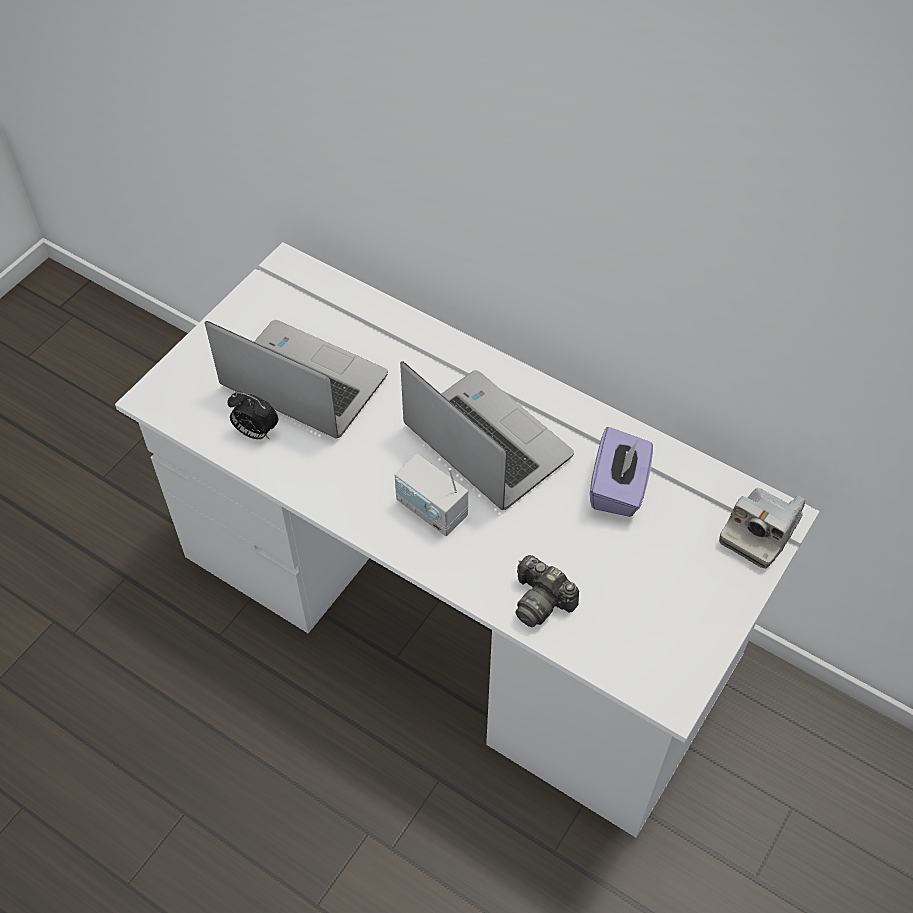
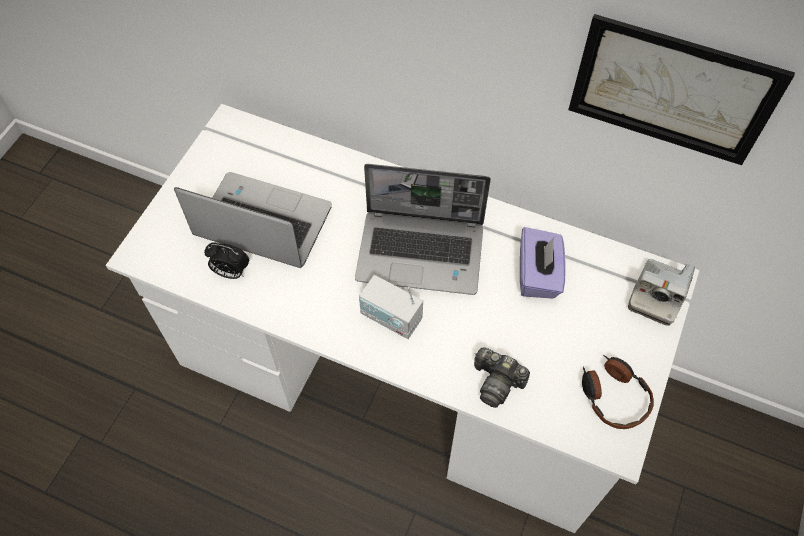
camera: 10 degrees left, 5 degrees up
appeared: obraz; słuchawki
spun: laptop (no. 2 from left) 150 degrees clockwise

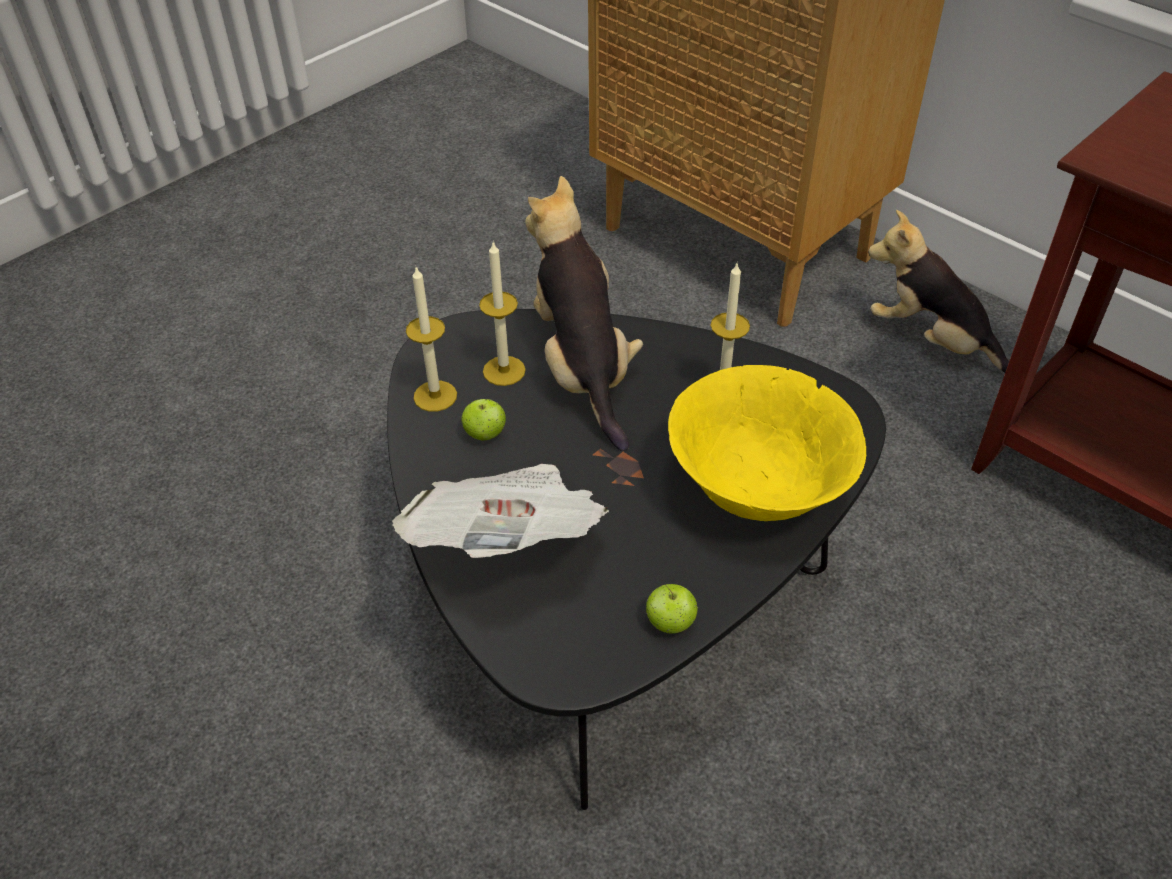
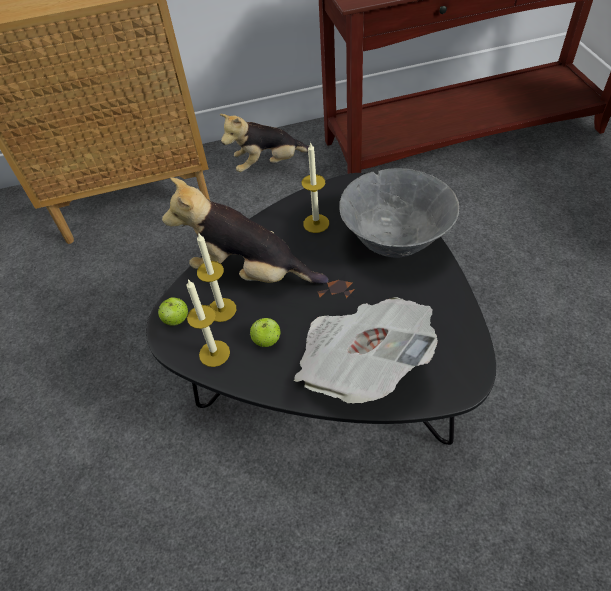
camera: 55 degrees left, 5 degrees up
relocated: jabłko (no. 2 from left in the first image) to jabłko (no. 1 from left)
colour: miska/żółty to miska/szary

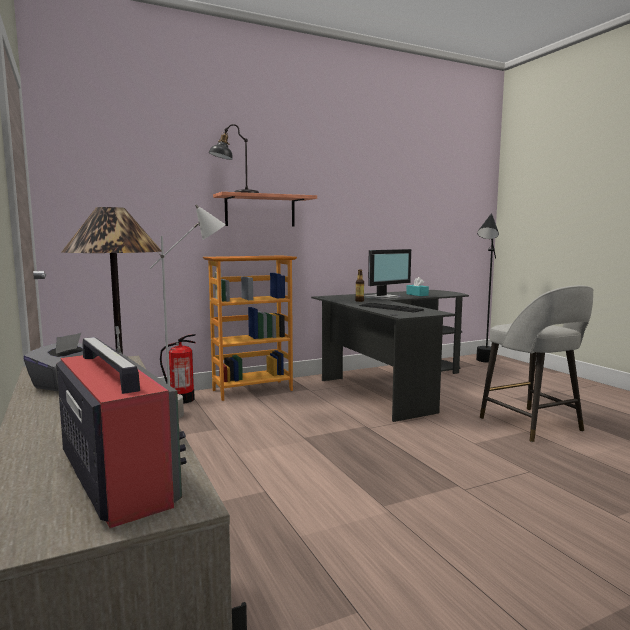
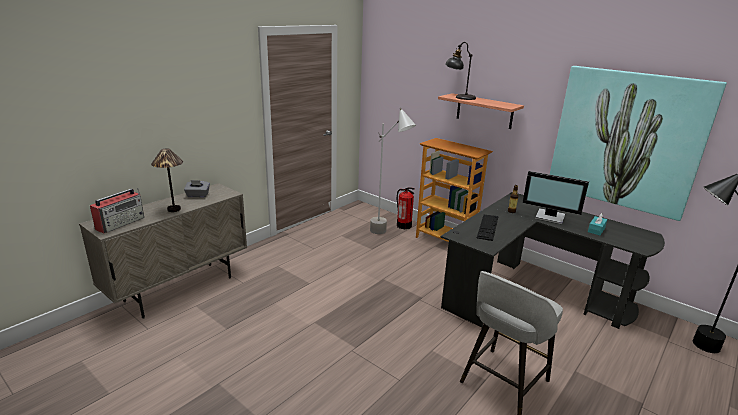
camera: 65 degrees right, 15 degrees up
appeared: obraz

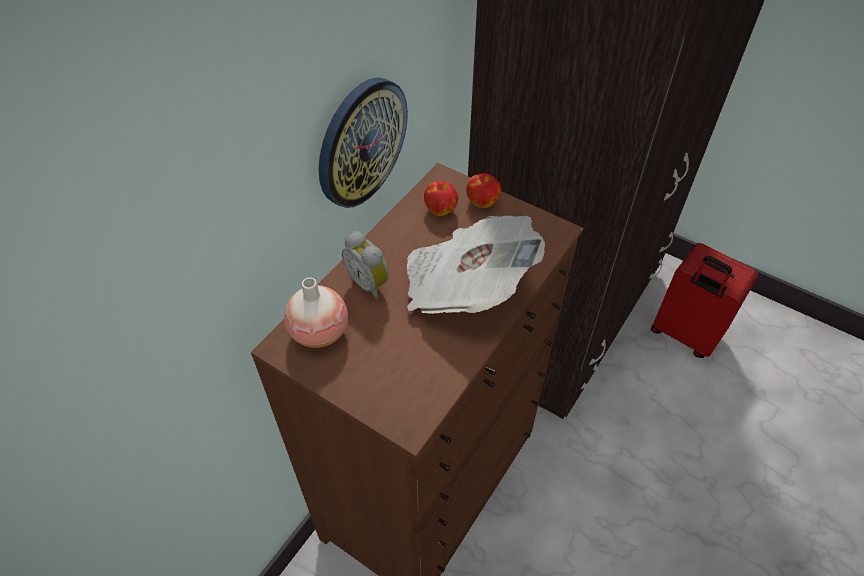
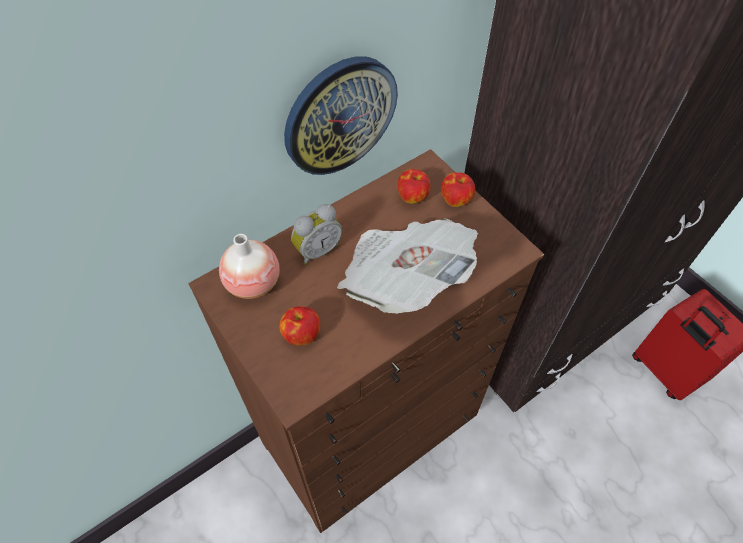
camera: 20 degrees right, 5 degrees up
appeared: jabłko (no. 1 from left)
spun: budzik 105 degrees counterclockwise

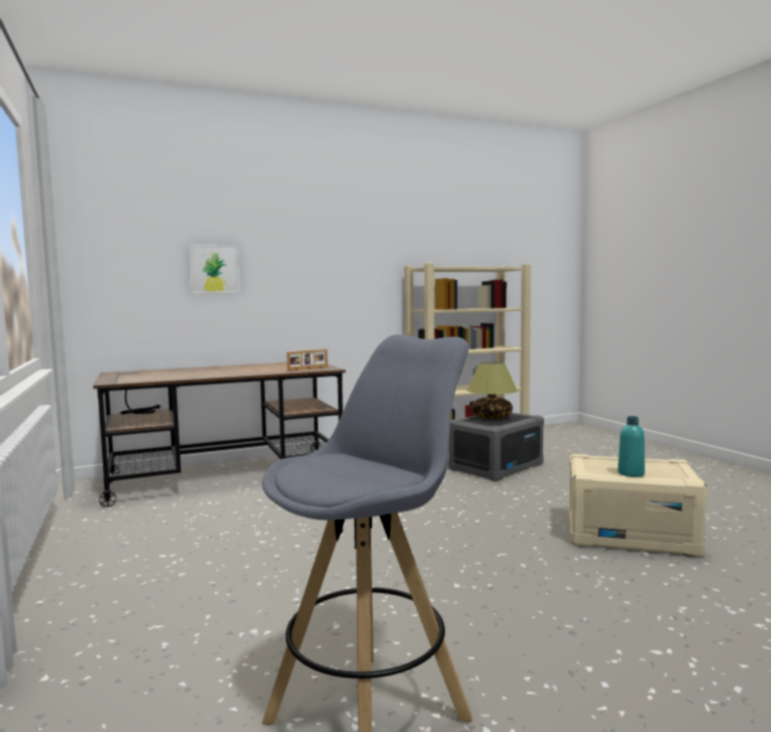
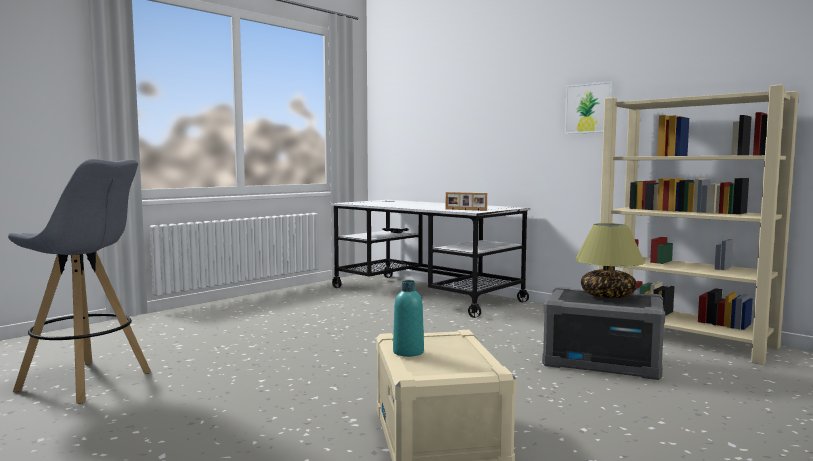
camera: 65 degrees right, 0 degrees up
relocated: obraz
colour: biurko/brązowy to biurko/biały

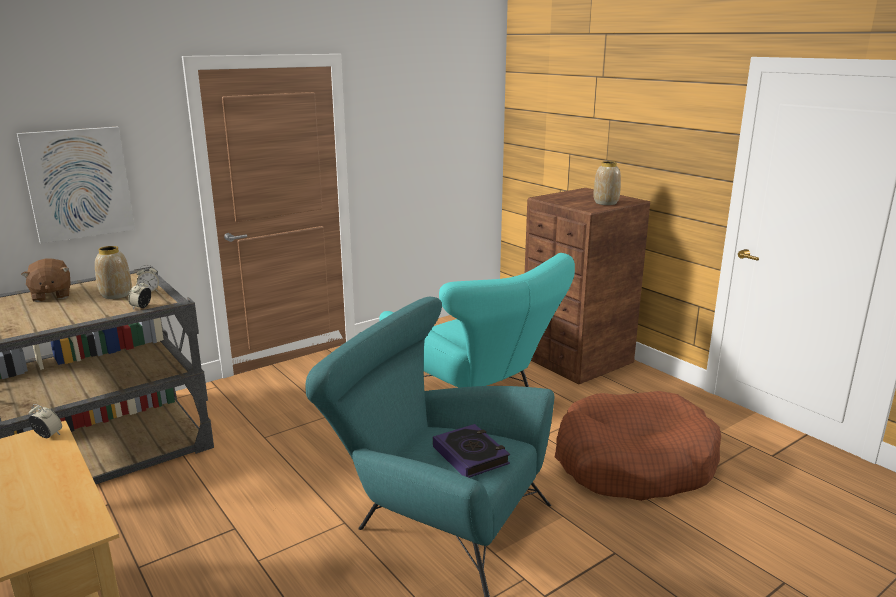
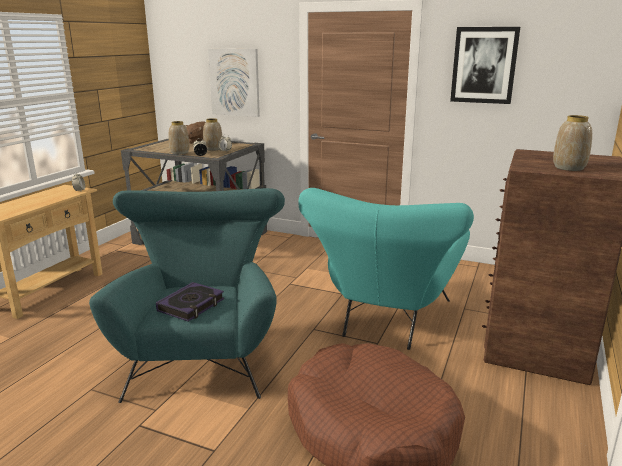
camera: 60 degrees right, 0 degrees up
appeared: obraz (no. 2 from left); wazon (no. 1 from left)

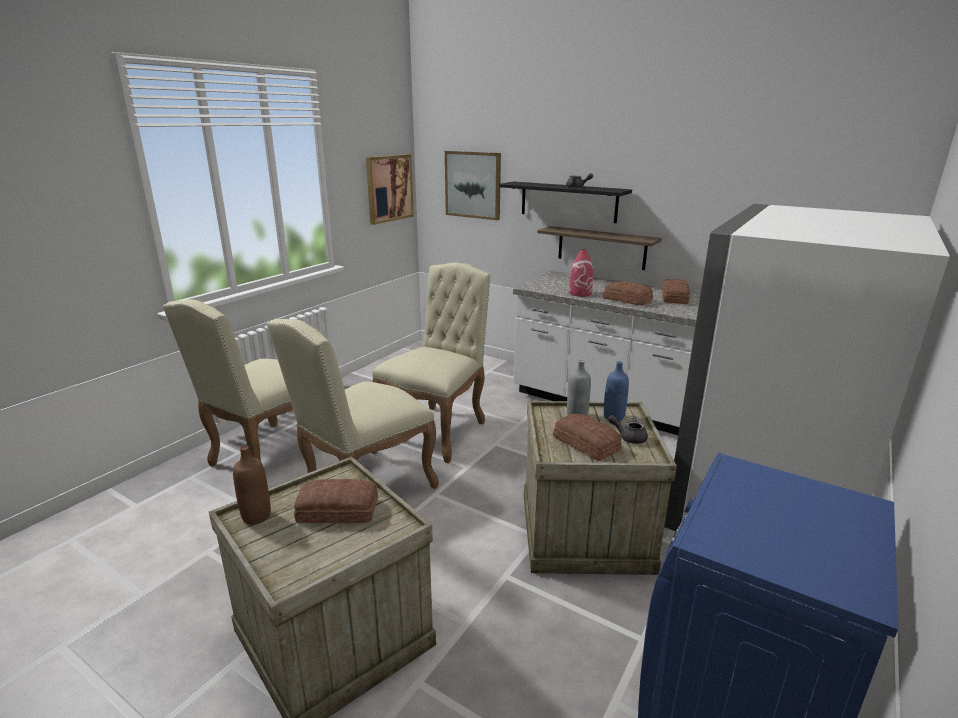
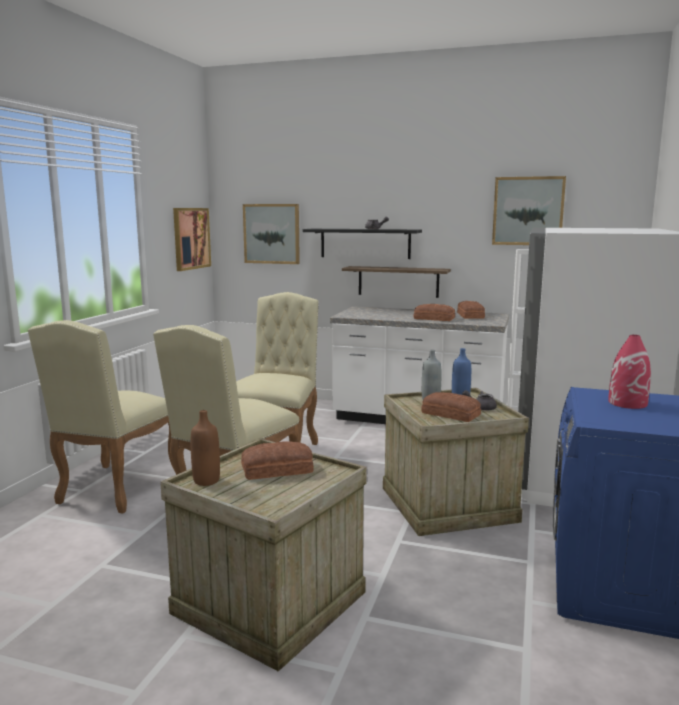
camera: 15 degrees left, 10 degrees down
appeared: obraz (no. 3 from left)
relocated: wazon/czerwony

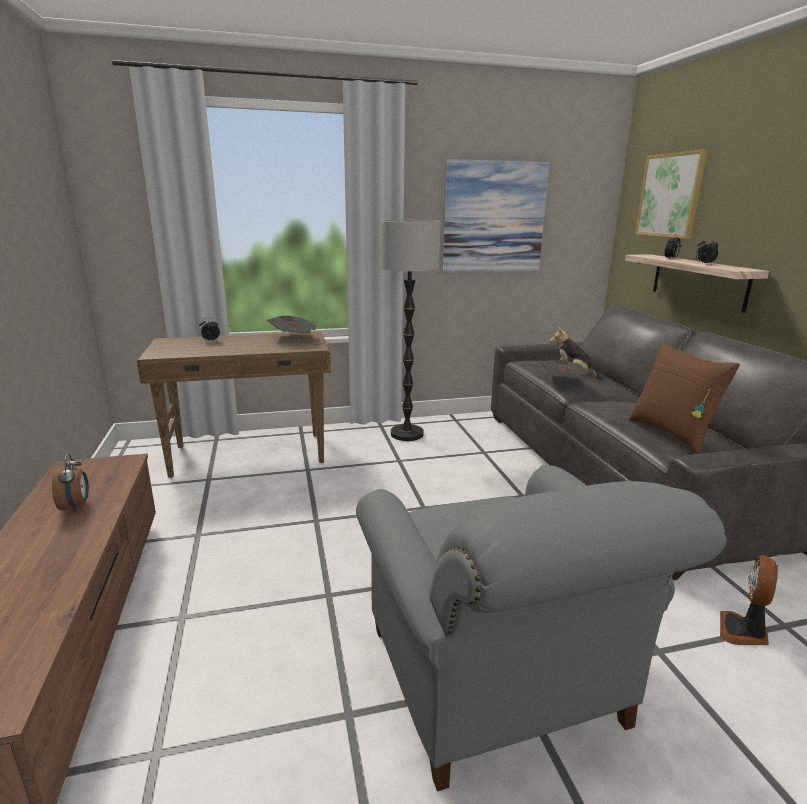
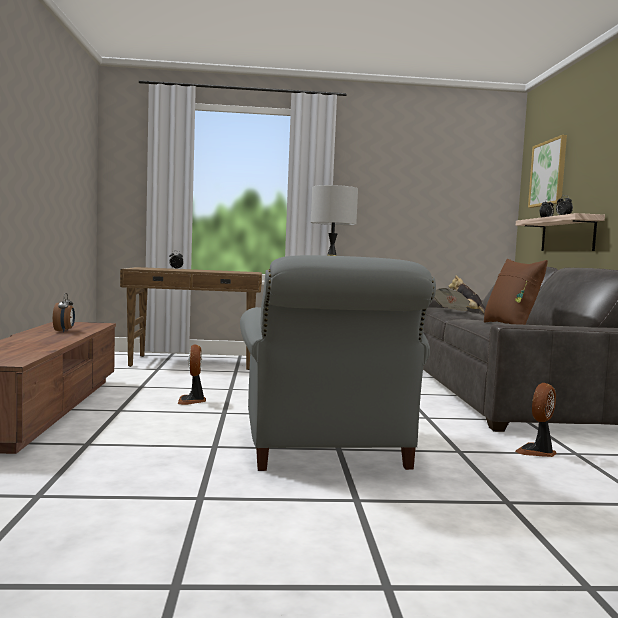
camera: 10 degrees right, 15 degrees down
missing: obraz (no. 1 from left); gazeta (no. 1 from left)
appeared: wentylator (no. 1 from left)

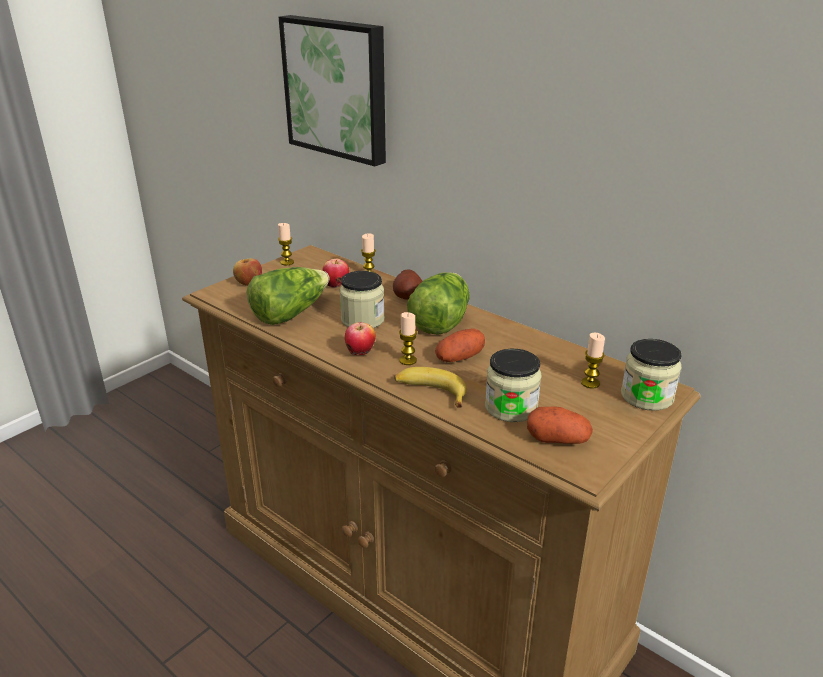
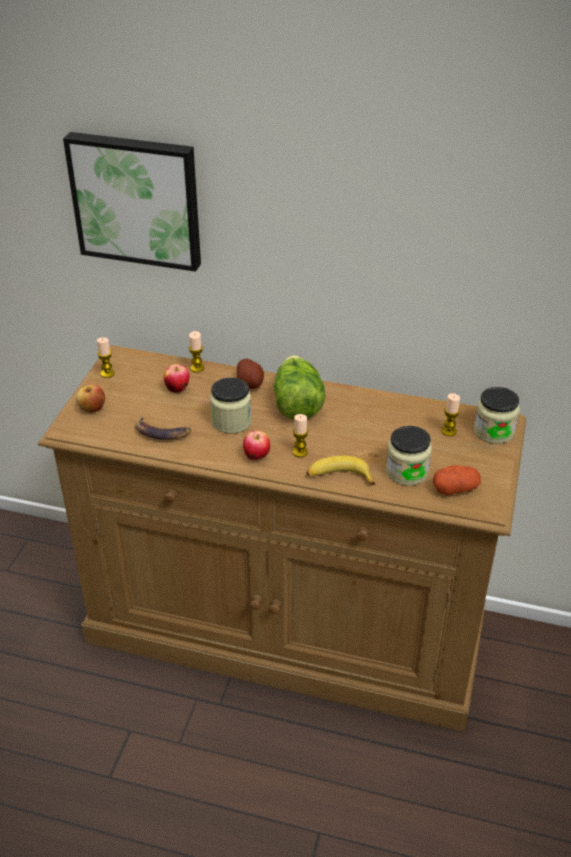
camera: 25 degrees left, 10 degrees up
missing: ziemniak (no. 2 from left)
exchanged: sałata (no. 1 from left) to banan (no. 1 from left)

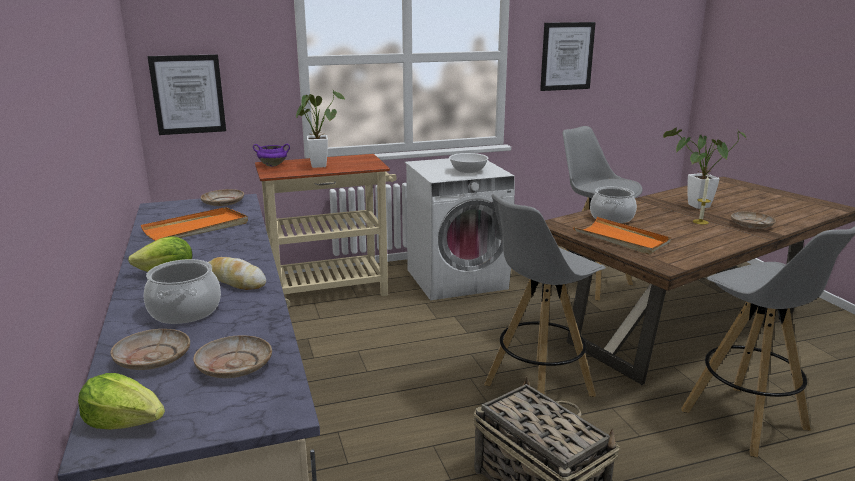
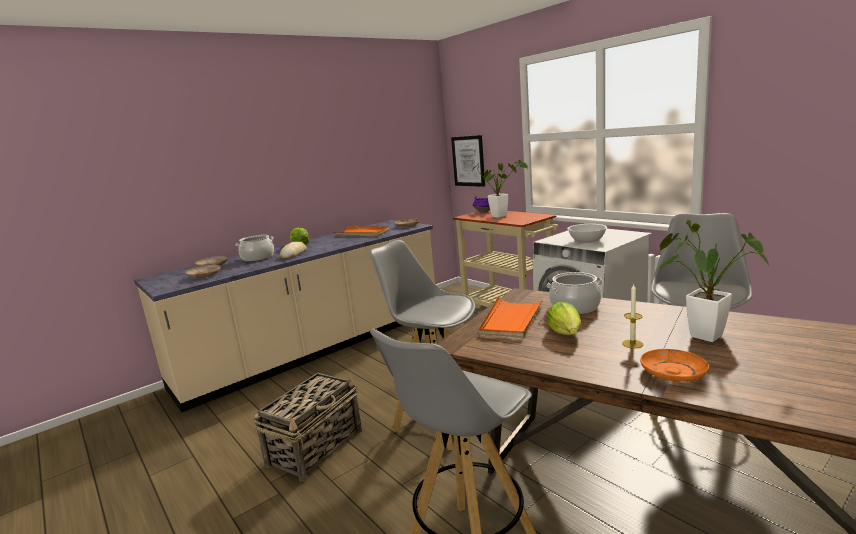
camera: 70 degrees right, 5 degrees down
missing: obraz (no. 2 from left)
relocated: sałata (no. 1 from left in the first image) to sałata (no. 2 from left)
colour: talerz/beżowy (no. 4 from left) to talerz/pomarańczowy

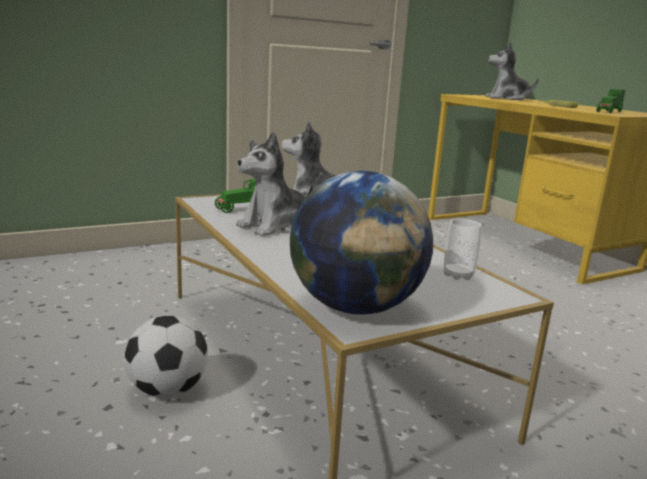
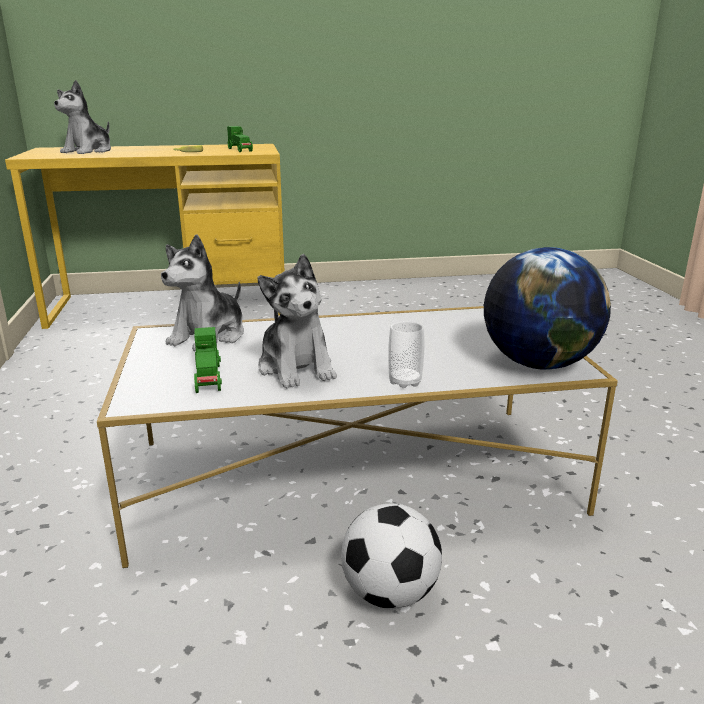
camera: 70 degrees left, 5 degrees up
relocated: filiżanka

